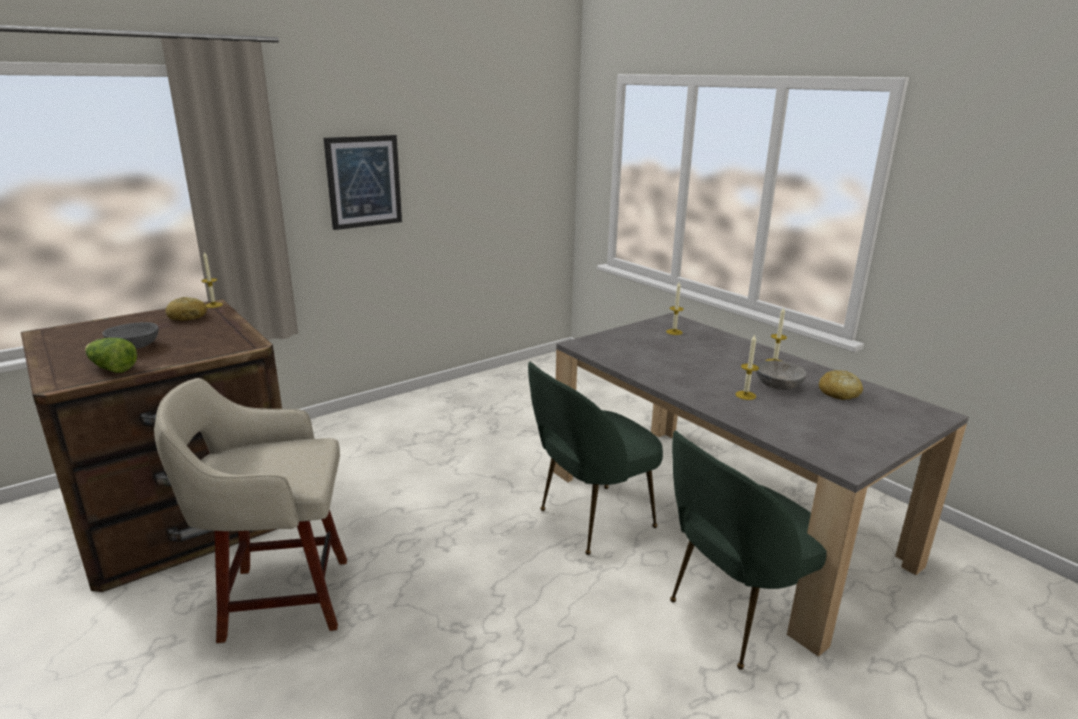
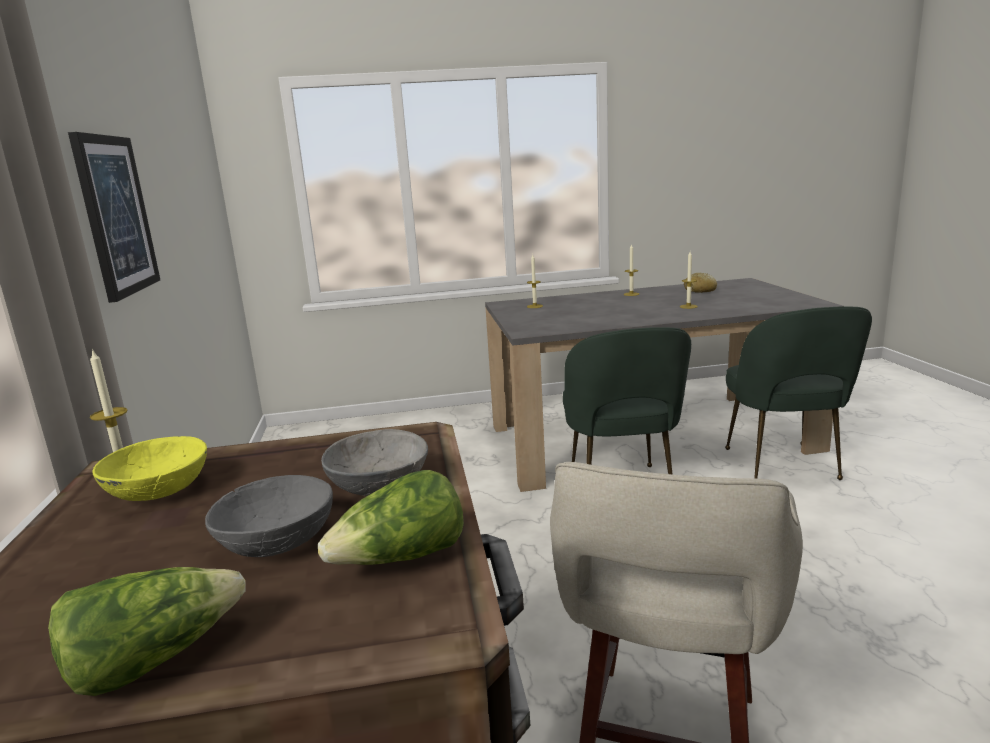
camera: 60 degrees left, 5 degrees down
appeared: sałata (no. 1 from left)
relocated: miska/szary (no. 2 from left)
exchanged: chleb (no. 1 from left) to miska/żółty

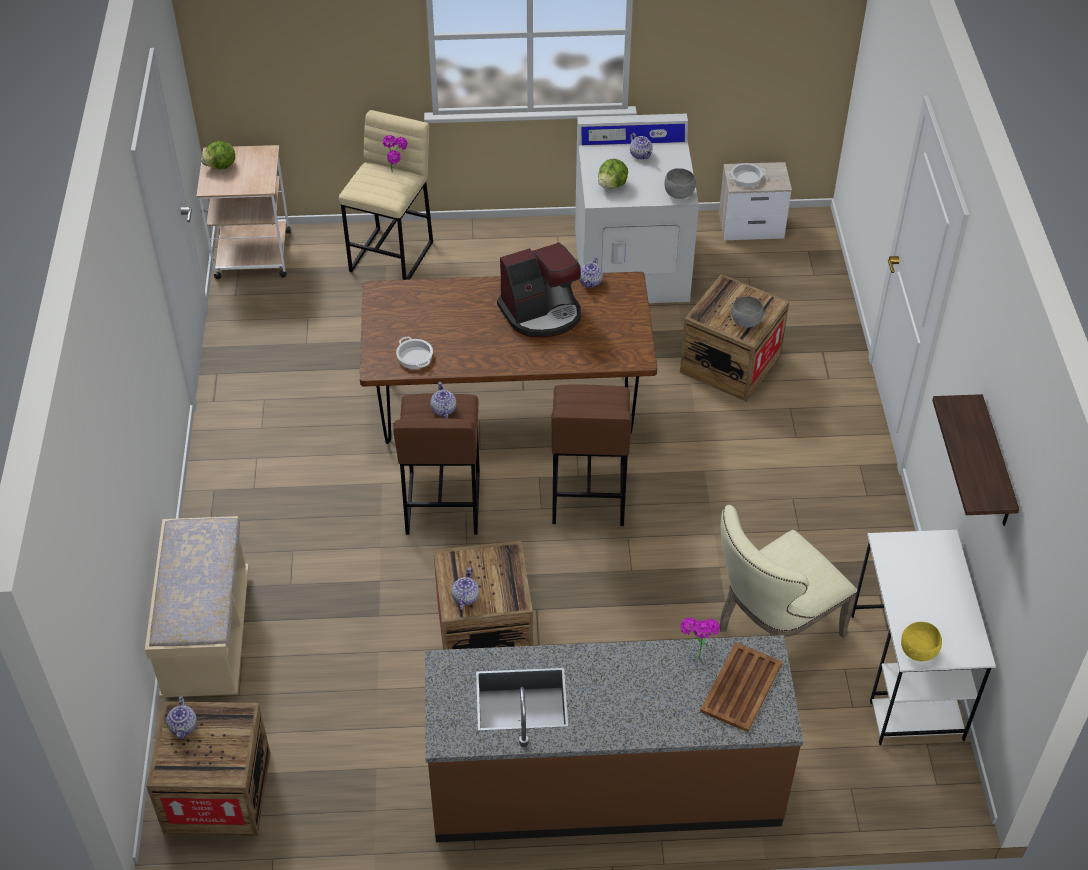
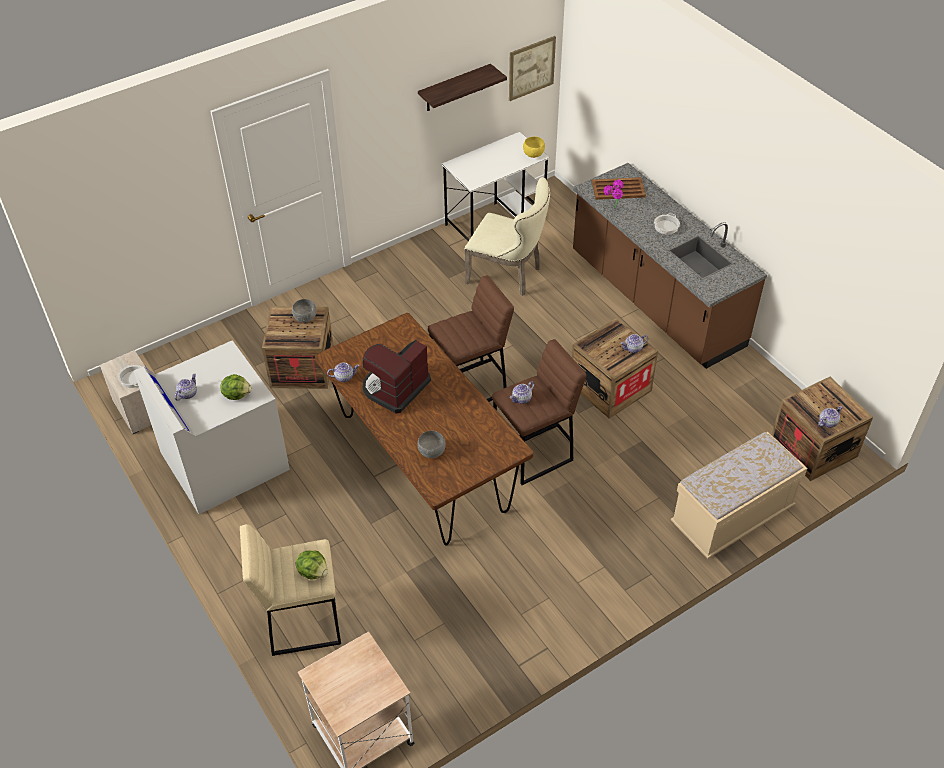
camera: 120 degrees left, 0 degrees up
missing: roślina doniczkowa (no. 1 from left)
appeared: obraz
relocated: sałata (no. 1 from left in the first image) to sałata (no. 2 from left); miska/szary (no. 1 from left in the first image) to miska/szary (no. 2 from left); garnek (no. 1 from left in the first image) to garnek (no. 2 from left)
spun: ekspres do kawy 90 degrees counterclockwise

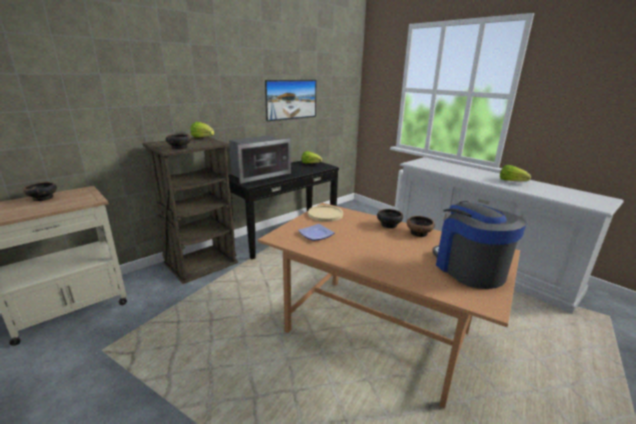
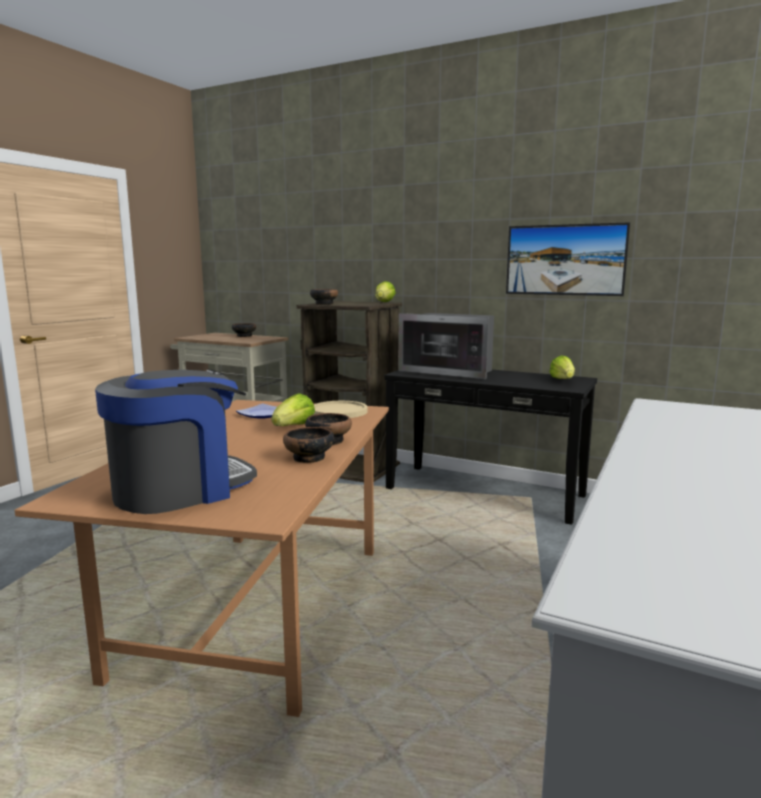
camera: 70 degrees right, 10 degrees down
relocated: sałata (no. 3 from left in the first image) to sałata (no. 1 from left)

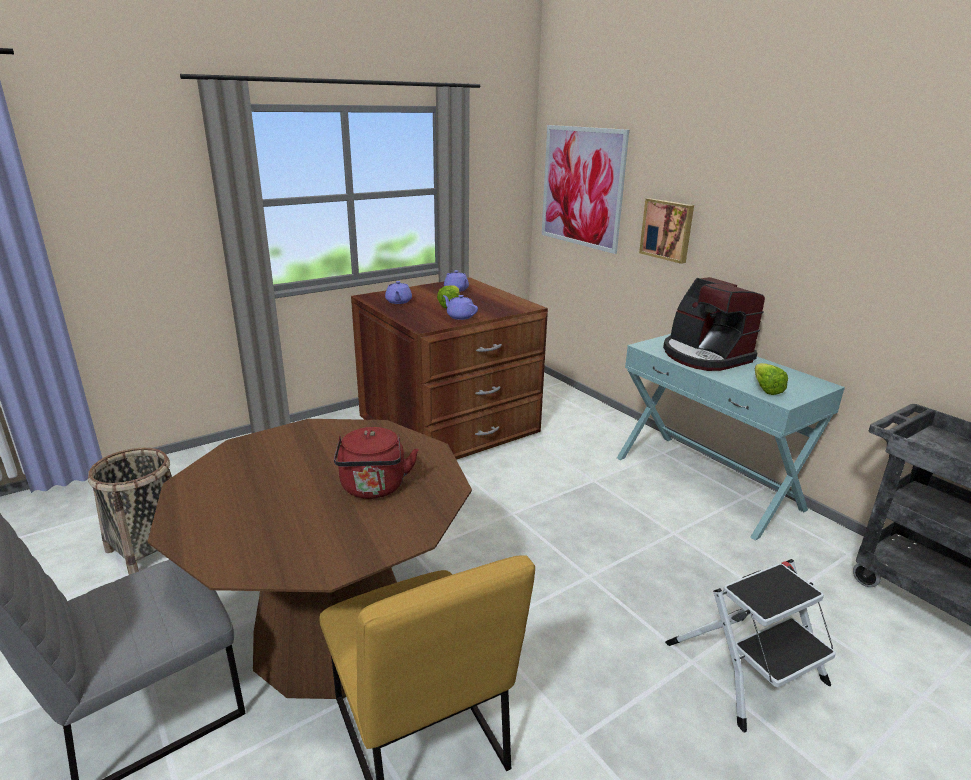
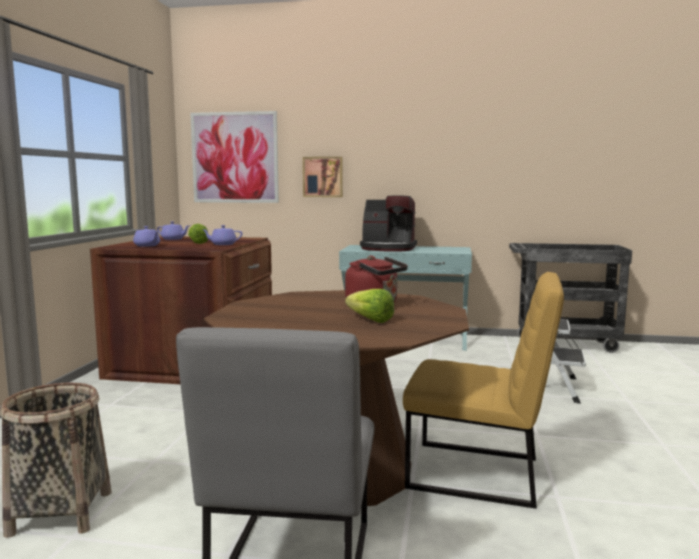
camera: 45 degrees left, 15 degrees down
relocated: sałata (no. 2 from left)

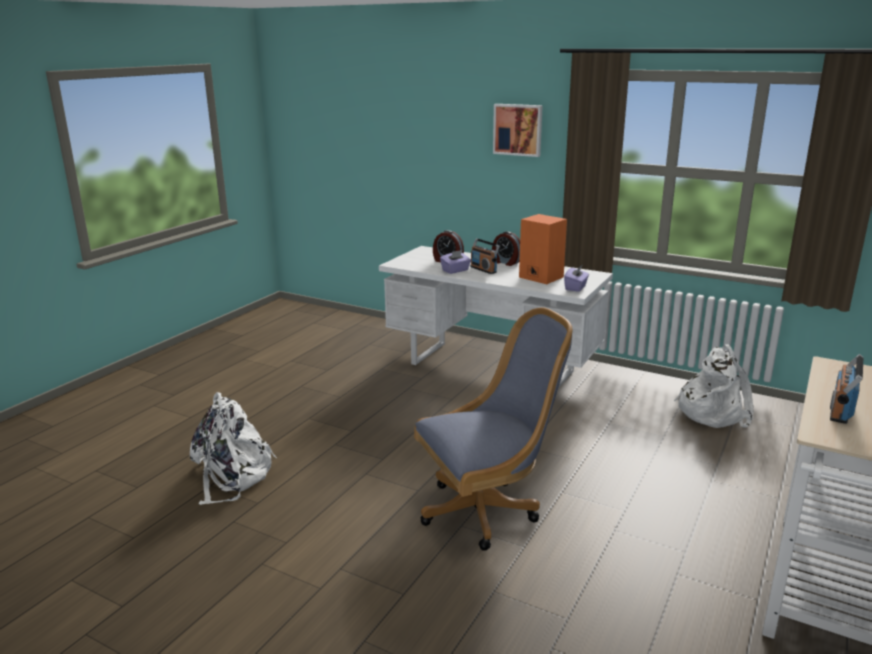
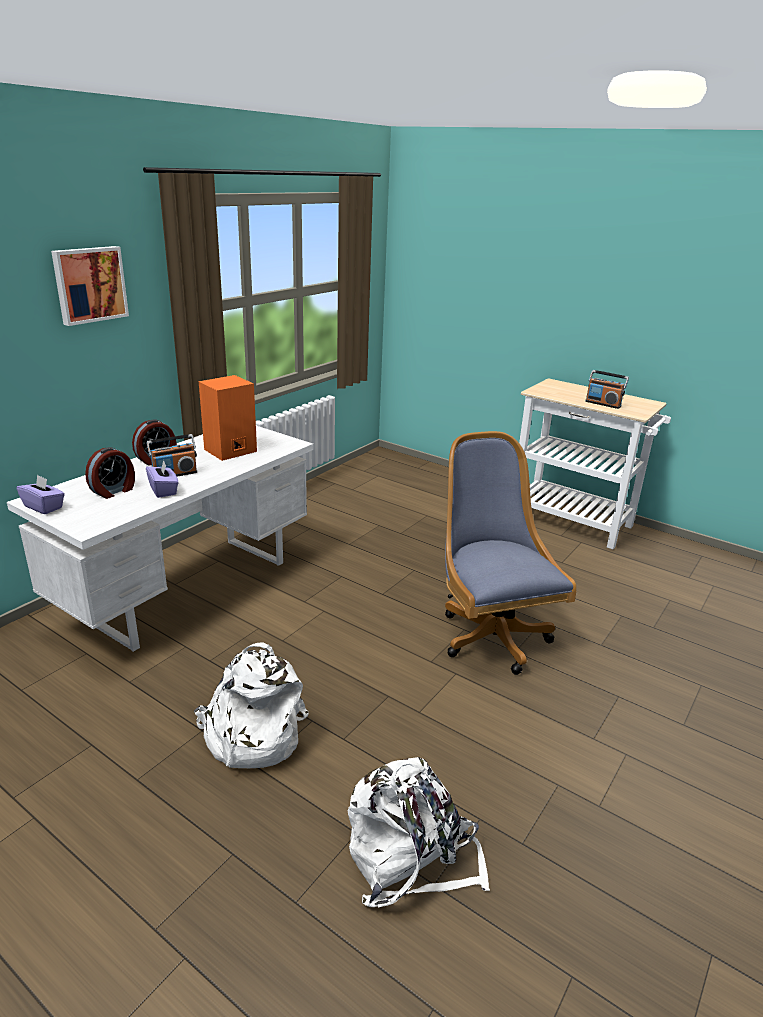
camera: 85 degrees left, 5 degrees up
relocated: pudełko chusteczek/fioletowy (no. 2 from left in the first image) to pudełko chusteczek/fioletowy (no. 1 from left); plecak/biały (no. 2 from left in the first image) to plecak/biały (no. 1 from left)

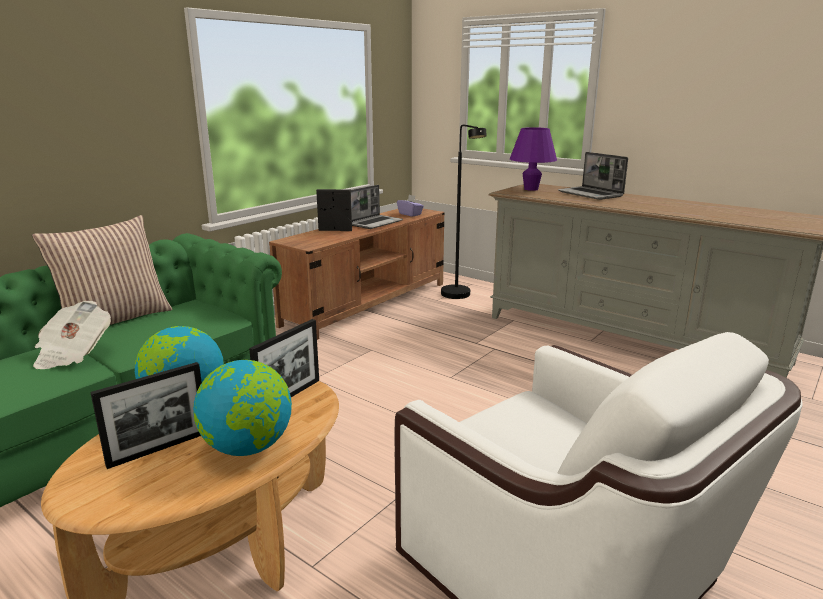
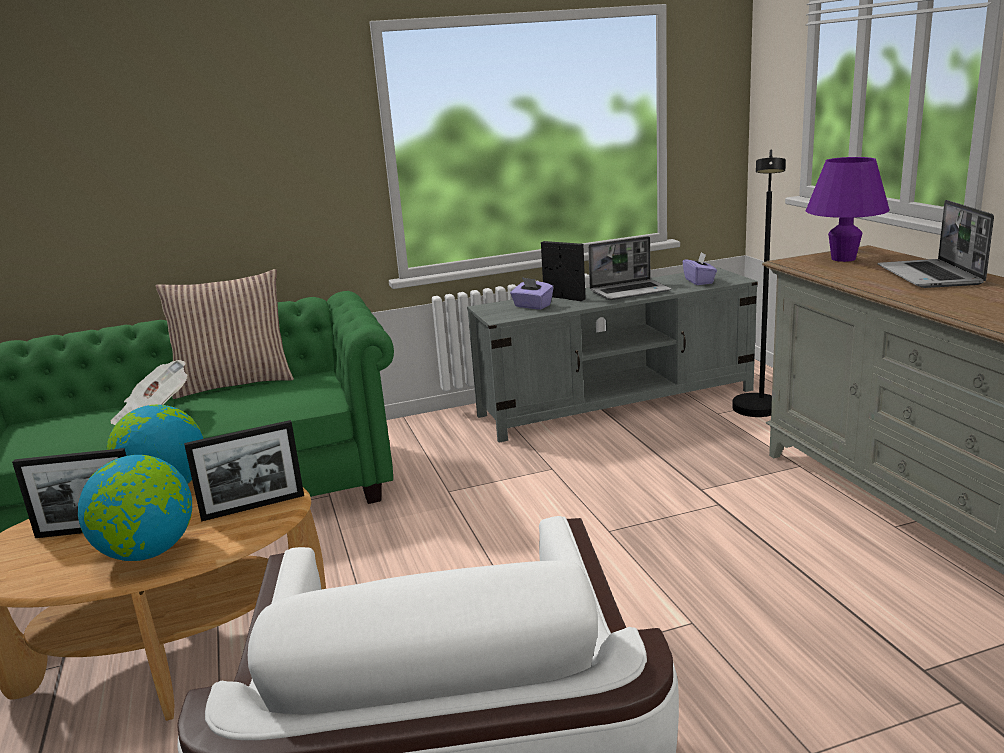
camera: 35 degrees right, 0 degrees up
appeared: pudełko chusteczek/fioletowy (no. 1 from left)
colour: szafka pod telewizor/brązowy to szafka pod telewizor/szary

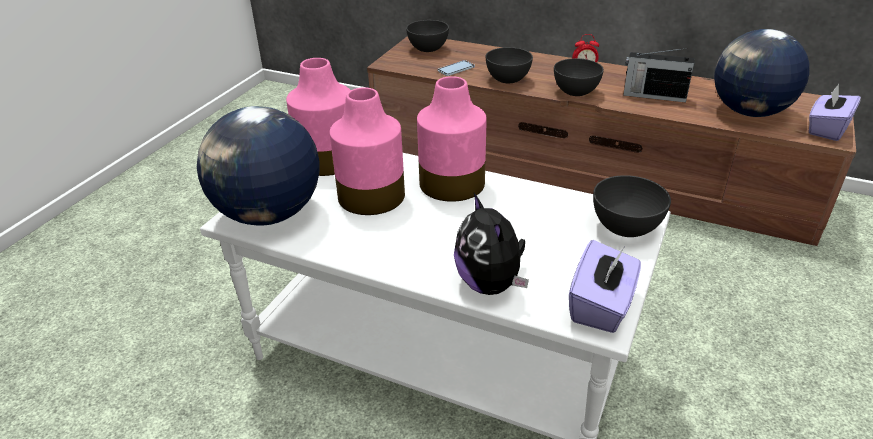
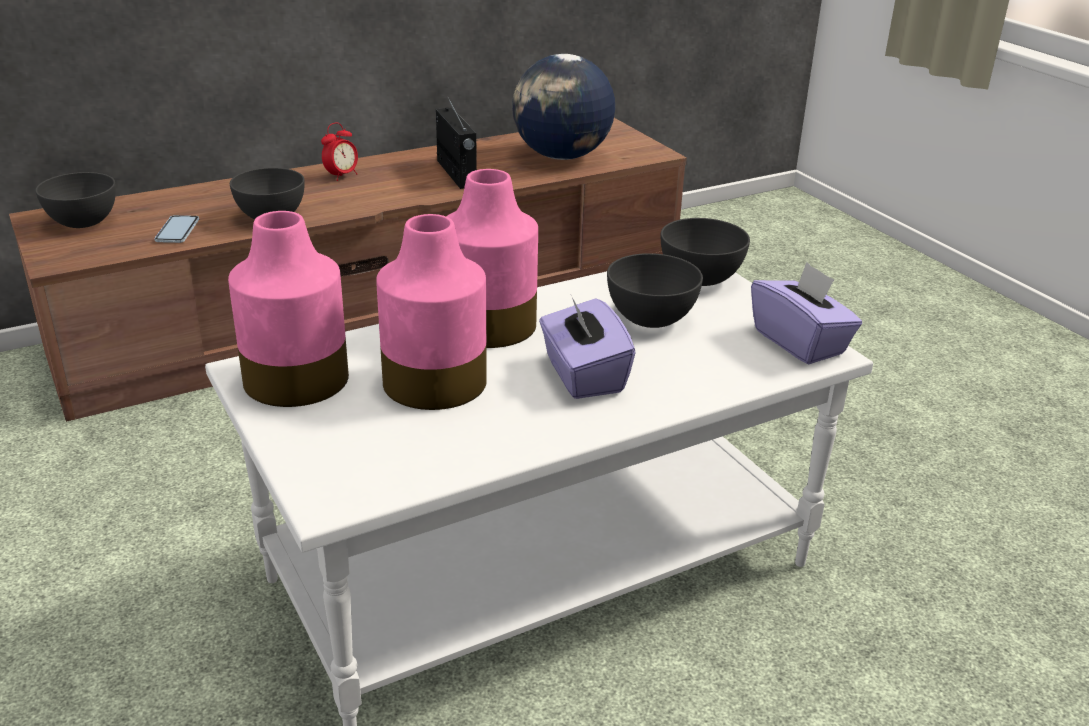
camera: 55 degrees left, 5 degrees down
missing: globus (no. 1 from left); pluszak
relocated: miska/szary (no. 3 from left); pudełko chusteczek/fioletowy (no. 2 from left in the first image) to pudełko chusteczek/fioletowy (no. 1 from left)
spun: radio 75 degrees counterclockwise

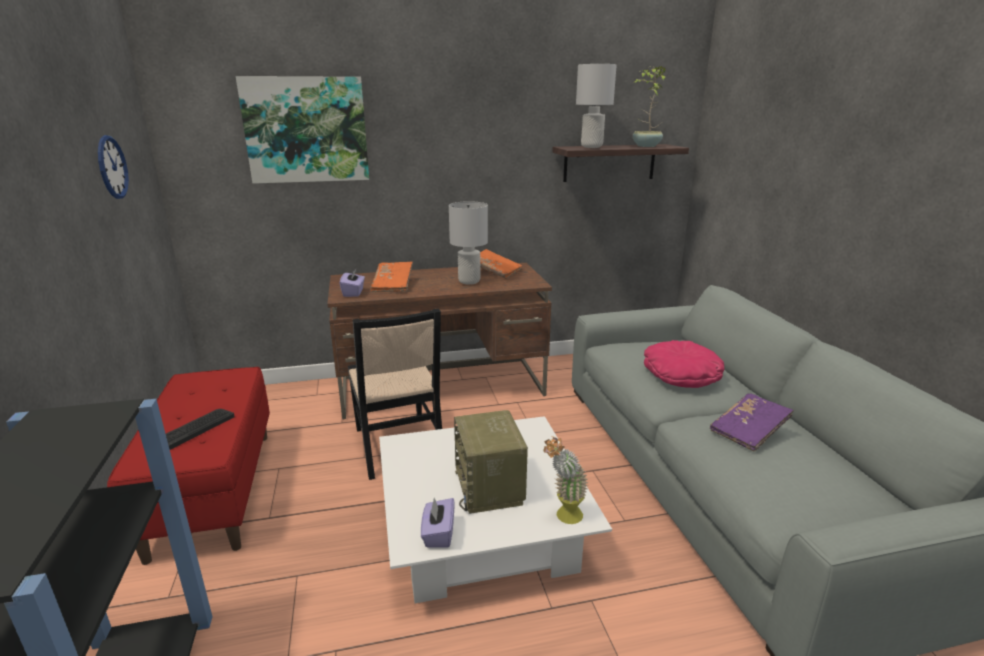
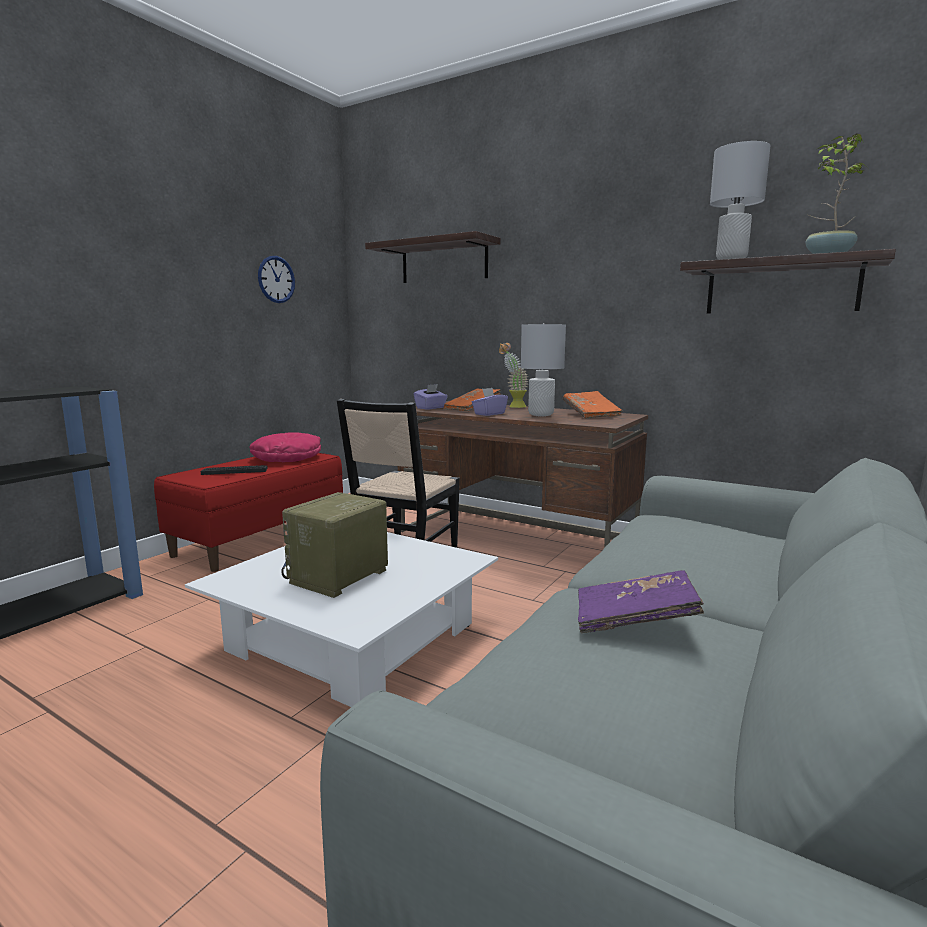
camera: 45 degrees right, 10 degrees down
relocated: poduszka/różowy; roślina doniczkowa (no. 1 from left); pudełko chusteczek/fioletowy (no. 2 from left)
exchanged: obraz to półka (no. 1 from left)

